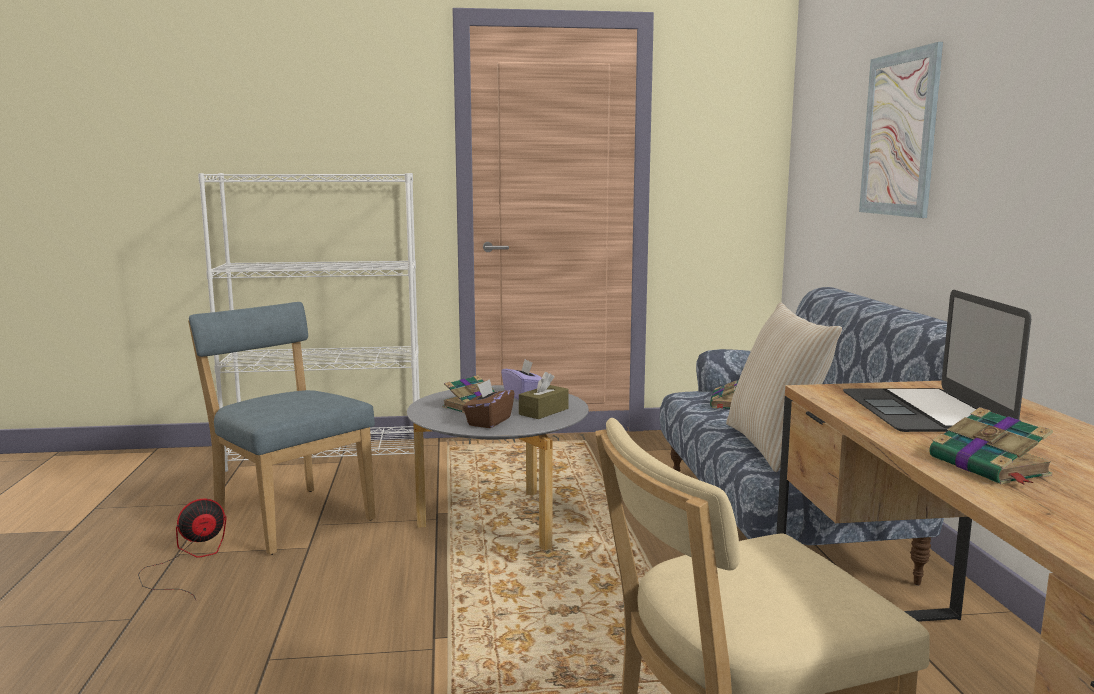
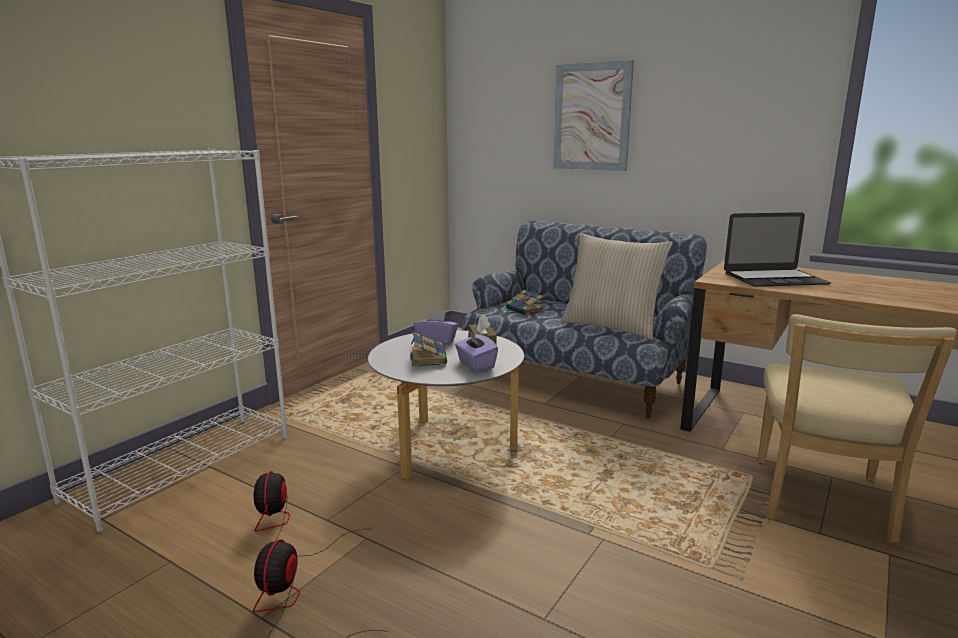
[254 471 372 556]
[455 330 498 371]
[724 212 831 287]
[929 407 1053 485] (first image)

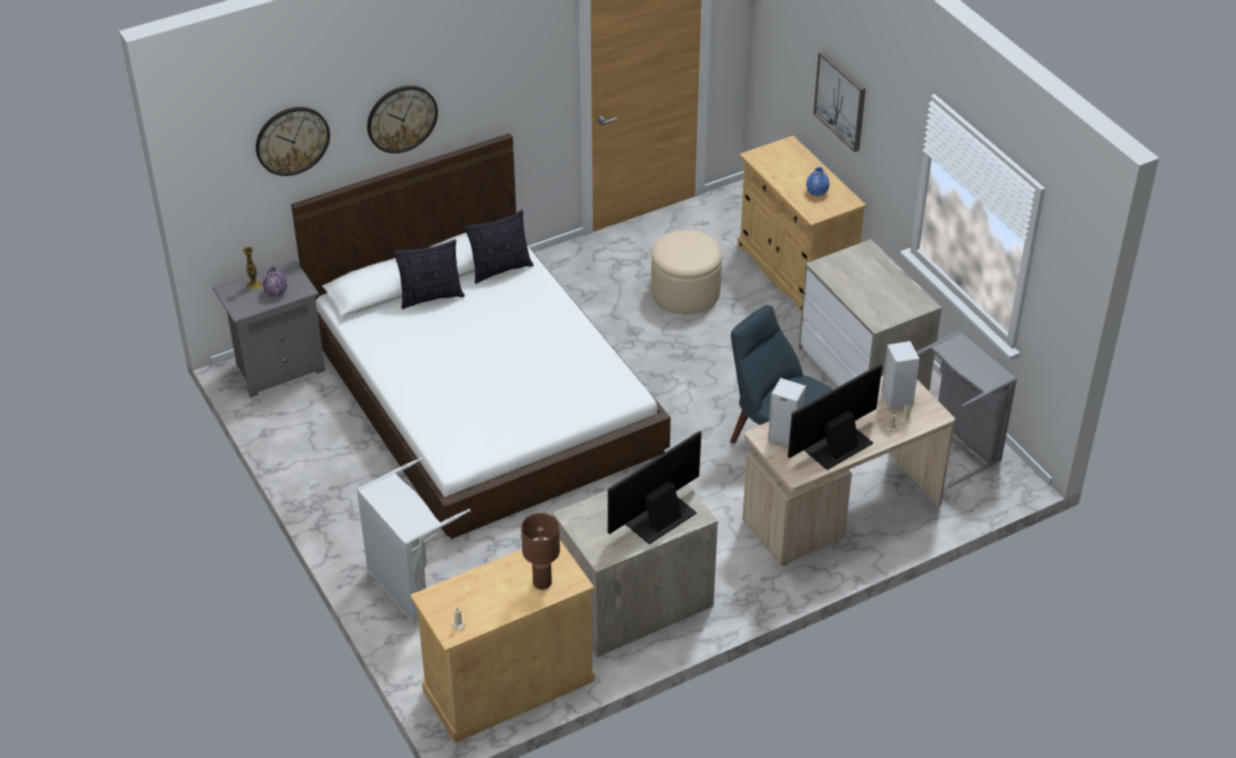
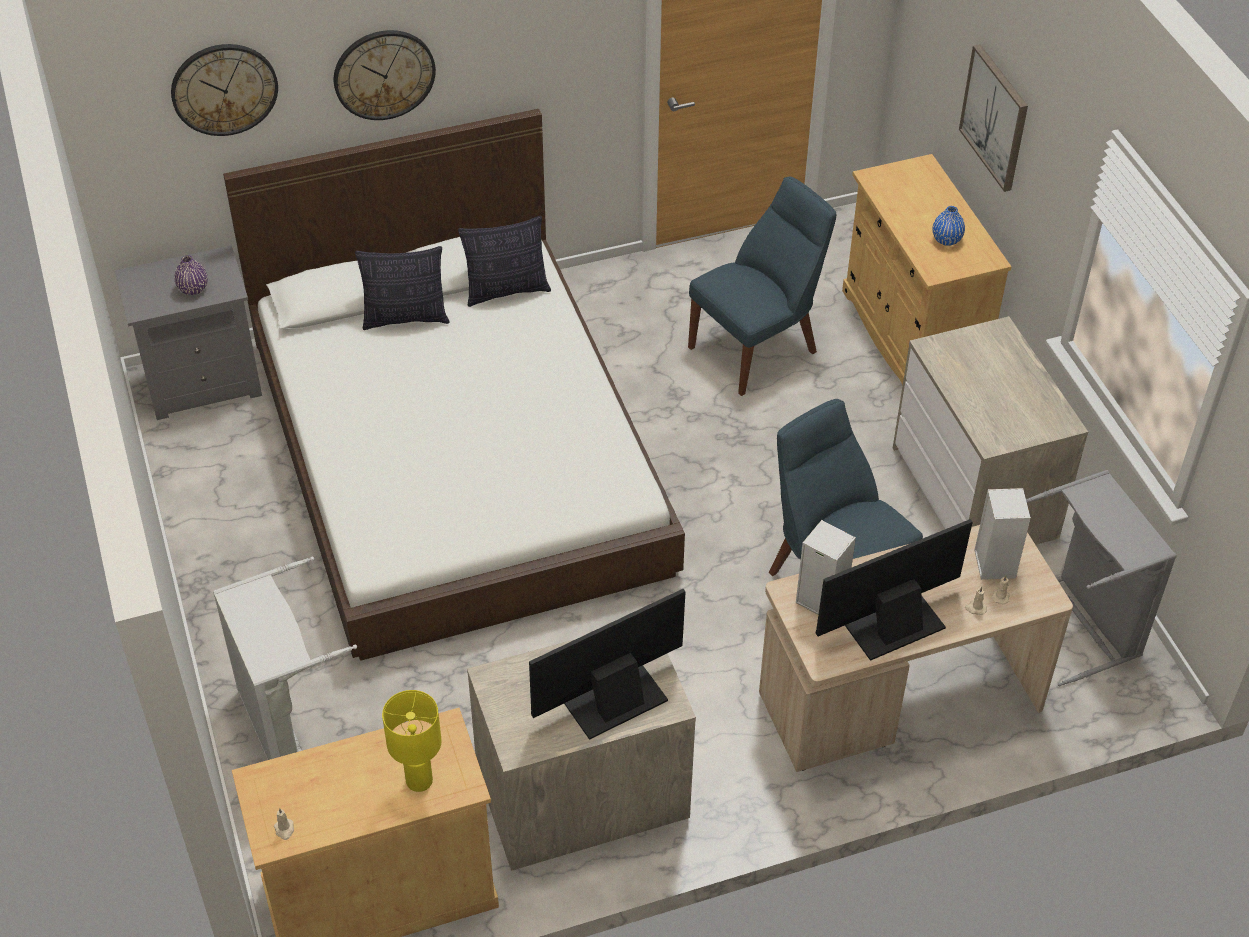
[242 246 262 290] (first image)
[382 690 442 792]
[688 176 836 396]

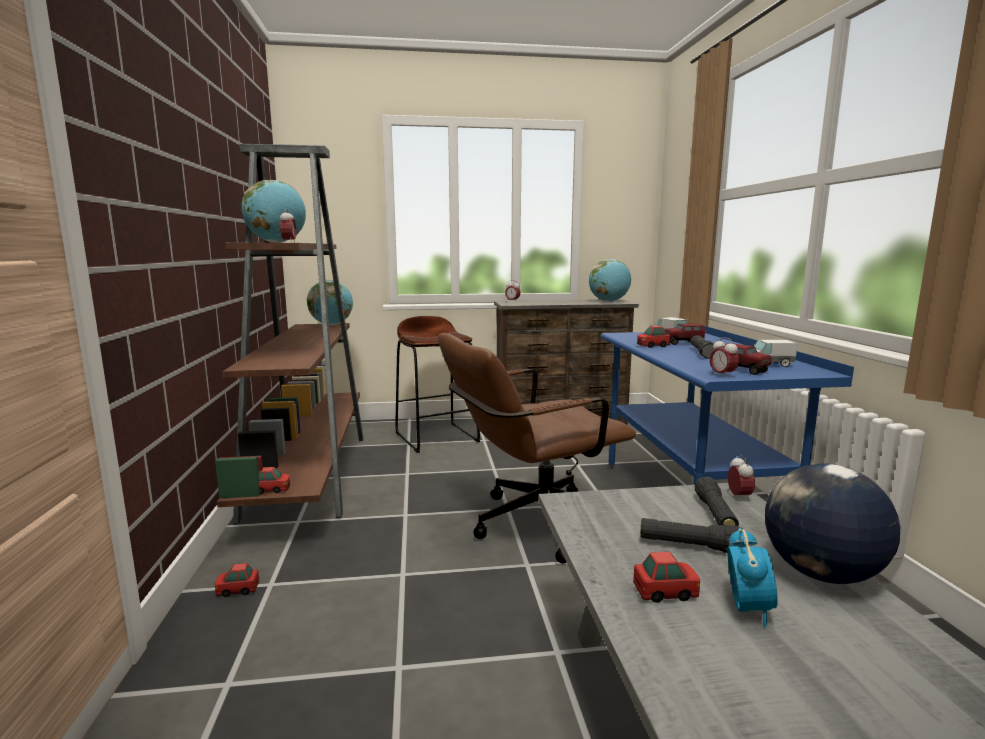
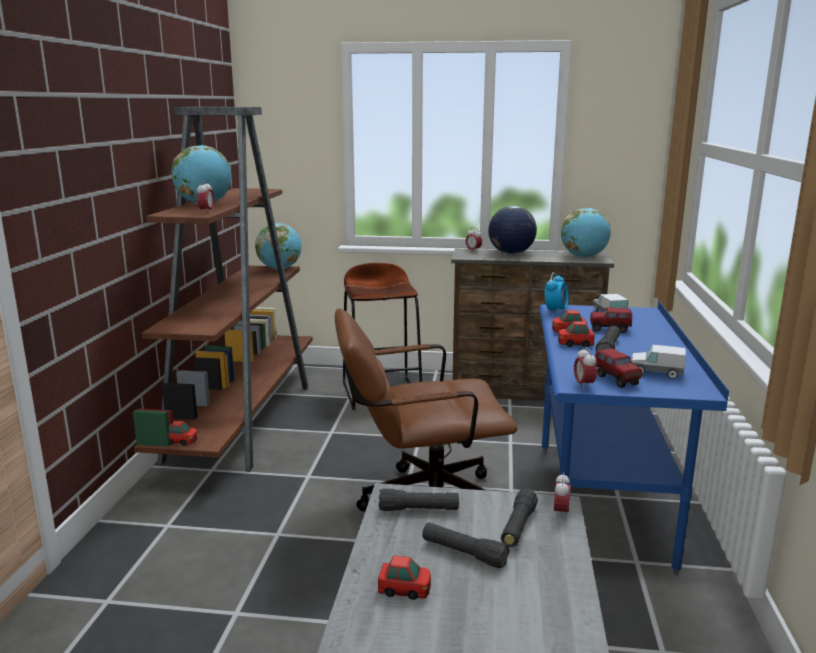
[558 321 595 348]
[545 272 569 315]
[488 206 537 254]
[379 489 459 511]

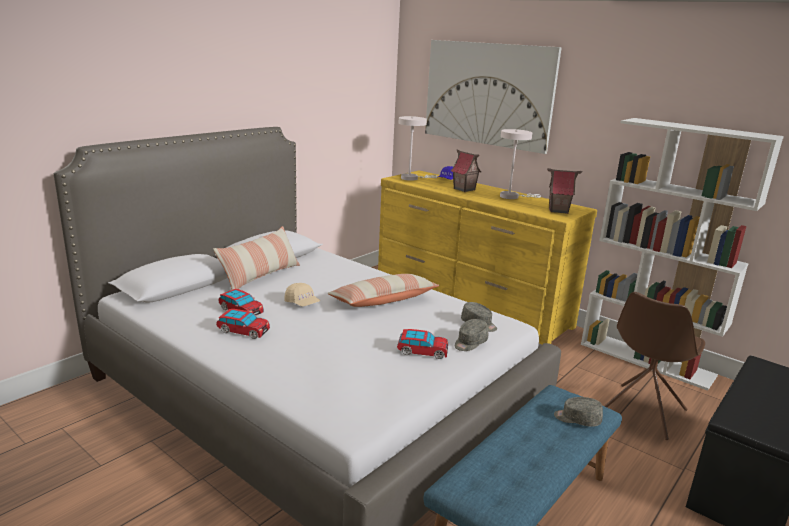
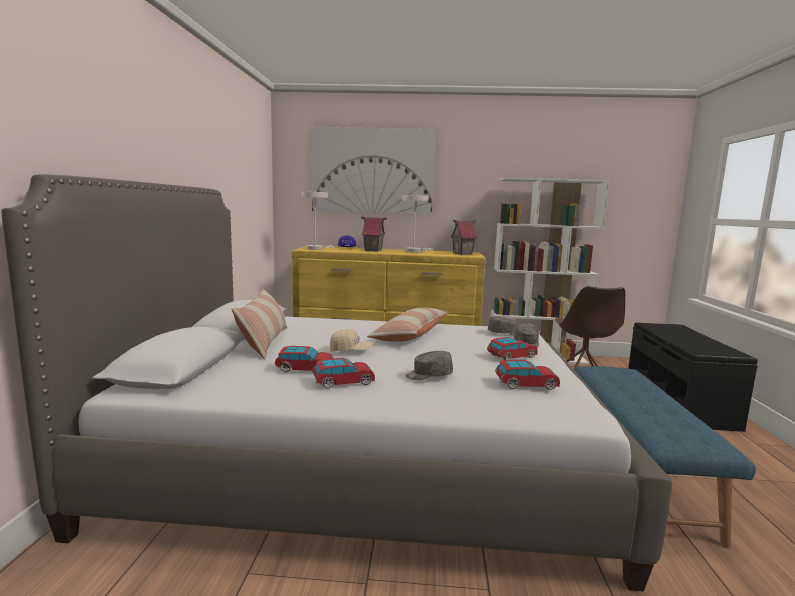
[405 351 453 380]
[495 360 560 390]

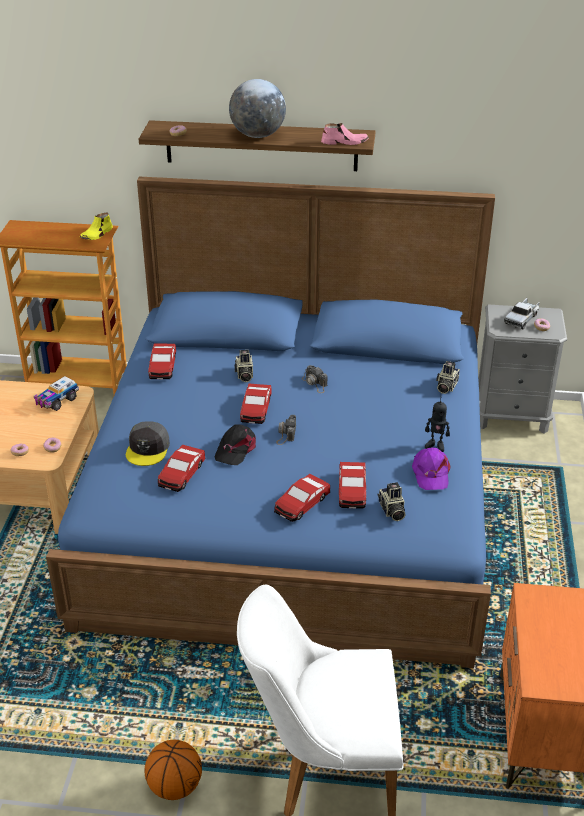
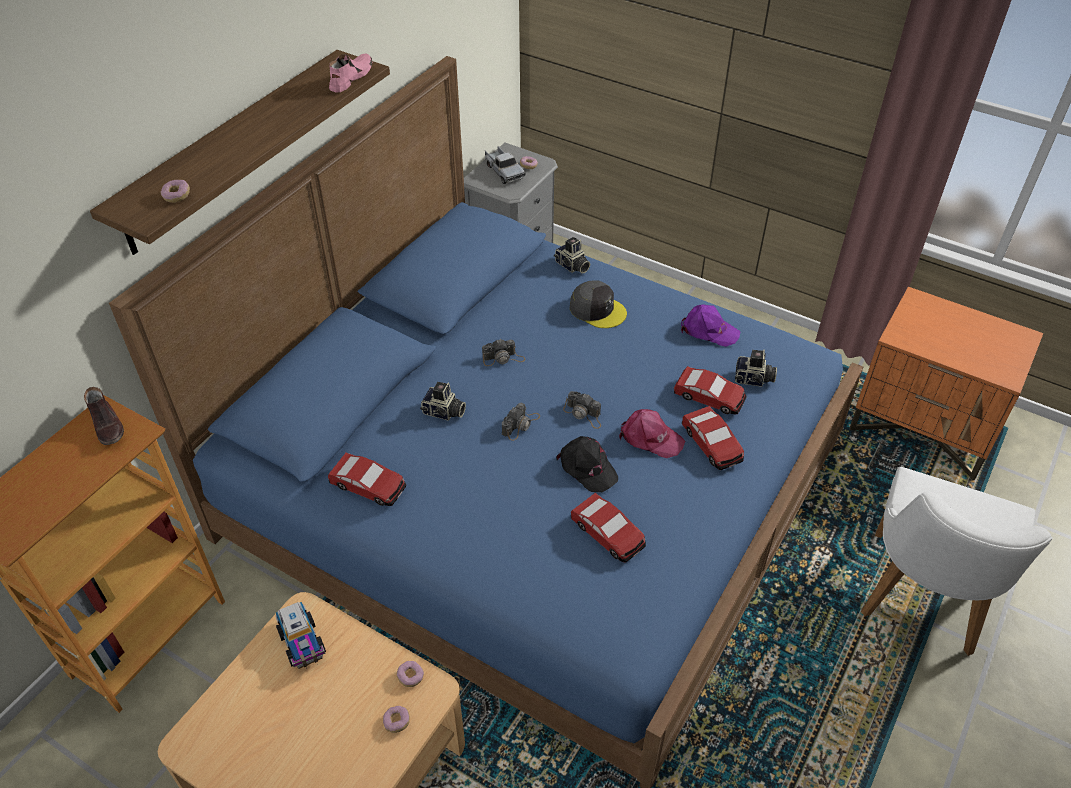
[84 387 124 445]
[570 280 627 328]
[144 740 202 800] (first image)
[229 79 286 138] (first image)
[502 403 540 441]
[425 400 450 452] (first image)
[619 409 685 458]

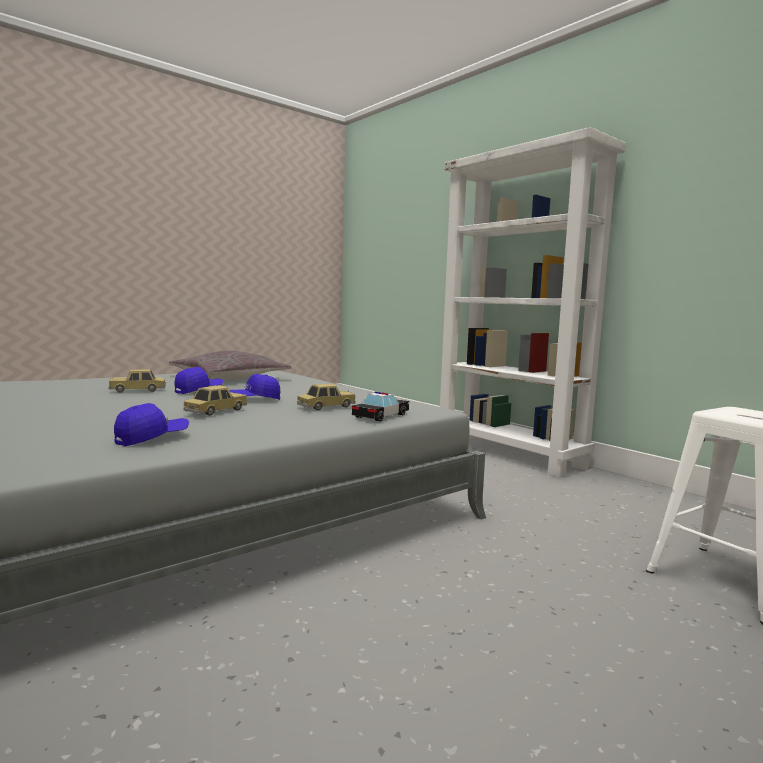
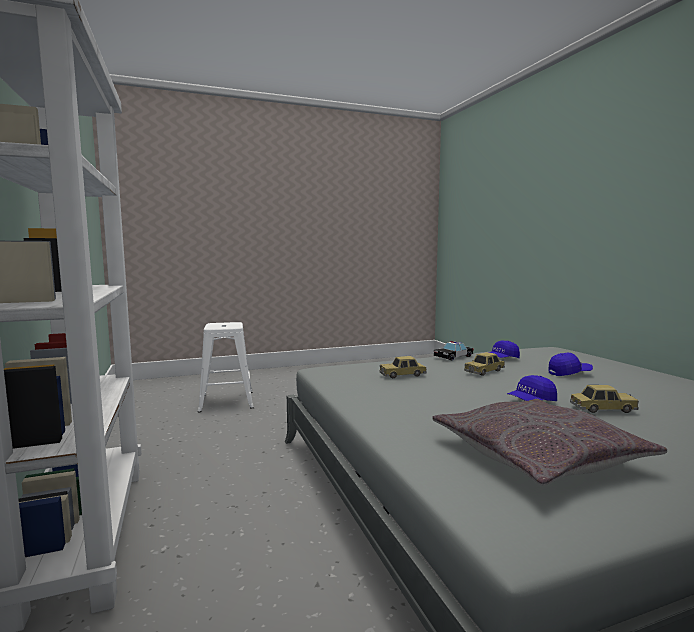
[549 353 593 376]
[434 341 474 360]

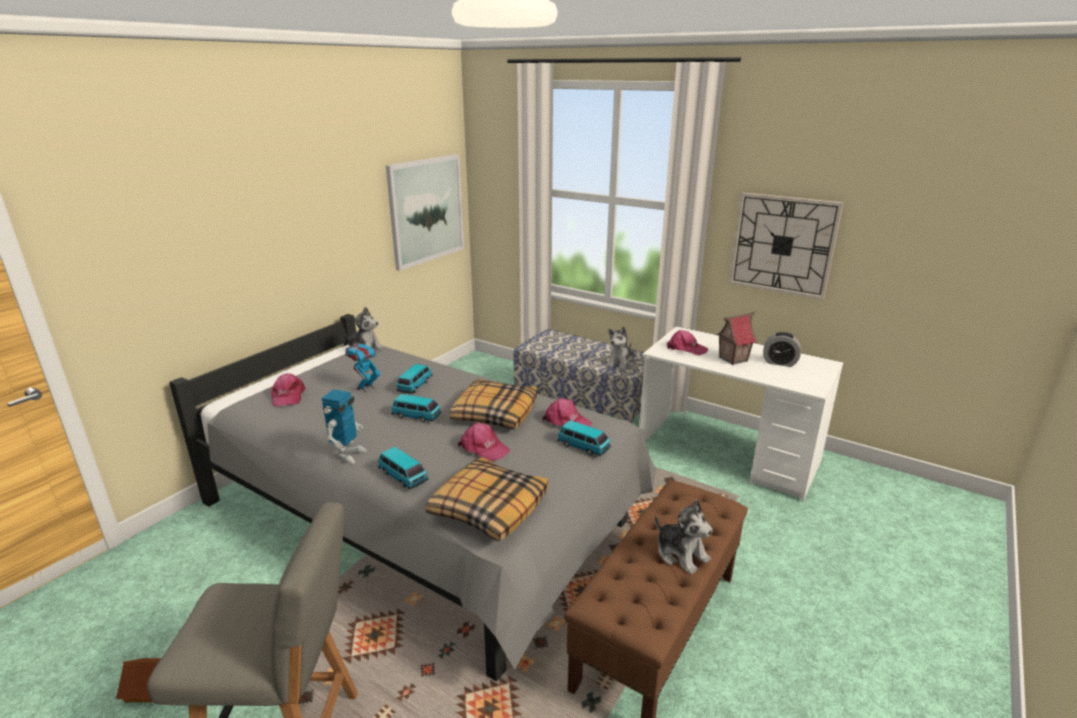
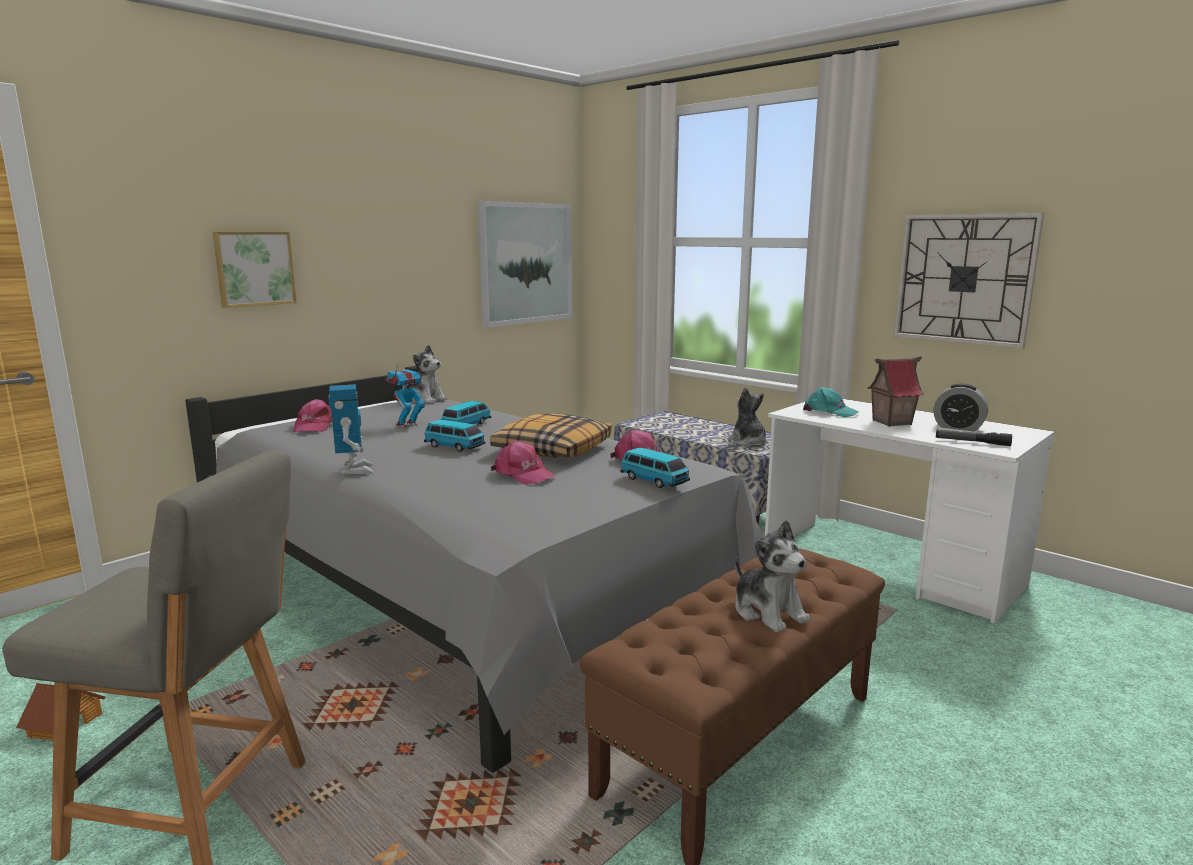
[329 384 374 475]
[378 447 428 490] (first image)
[426 457 548 542] (first image)
[729 387 767 446]
[803 387 859 418]
[213 232 297 308]
[936 429 1012 446]

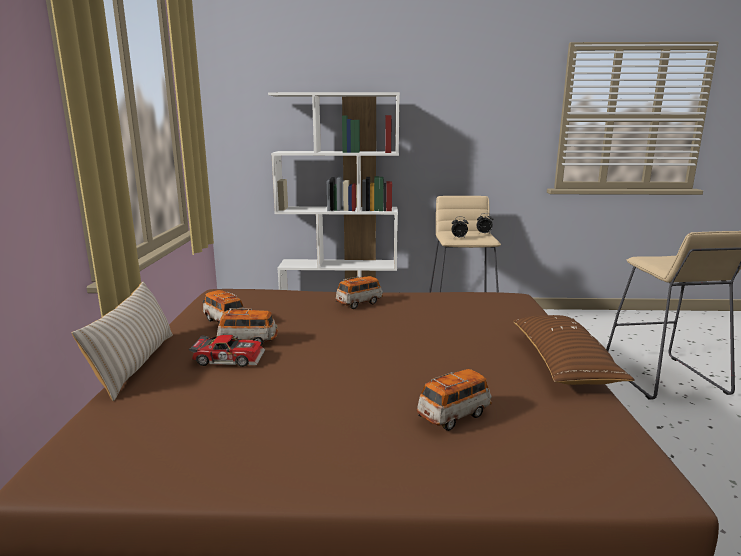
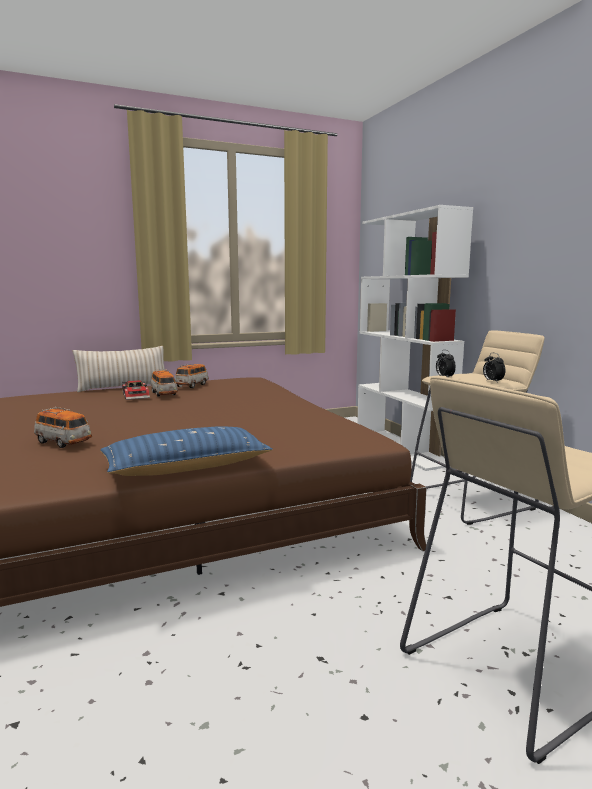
[335 276 383 309] (first image)
[100 426 273 476]

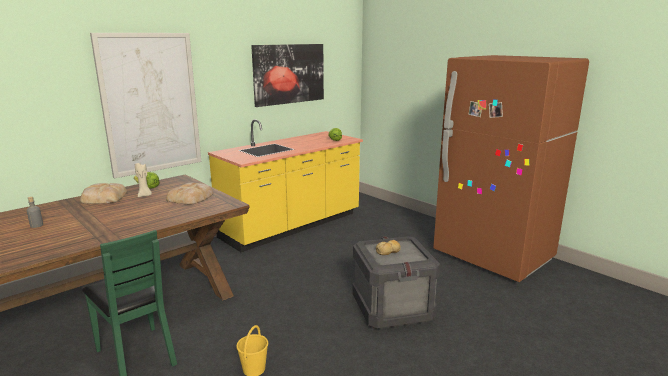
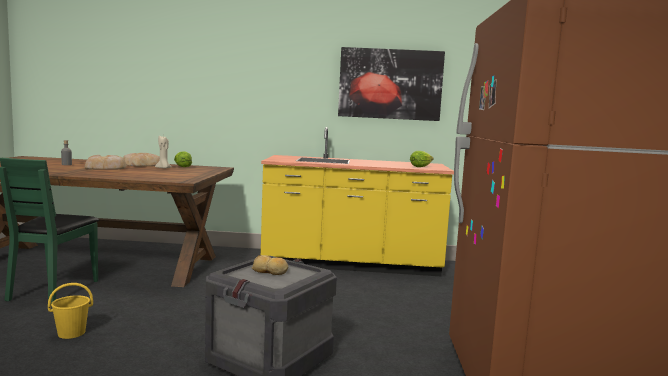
[90 33 201 178] (first image)
[85 155 127 170]

